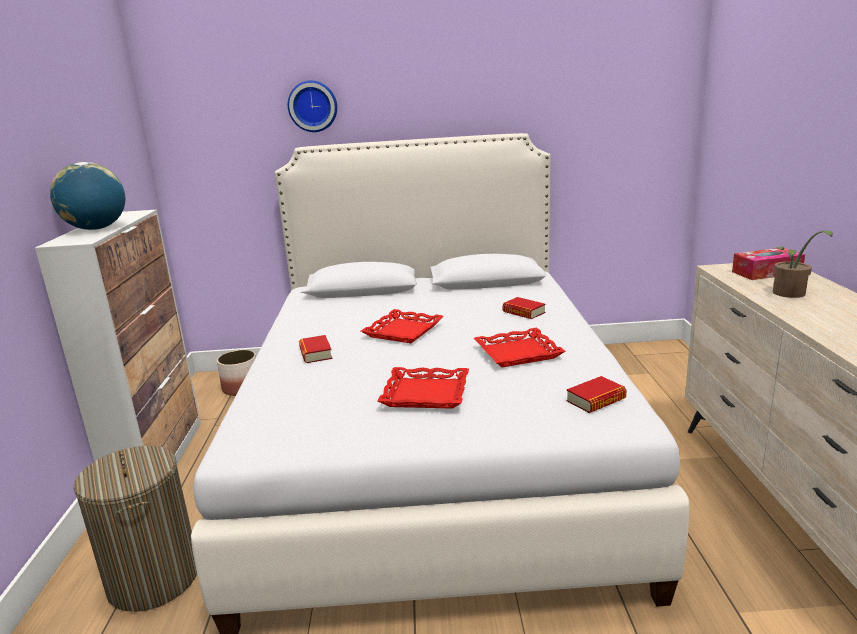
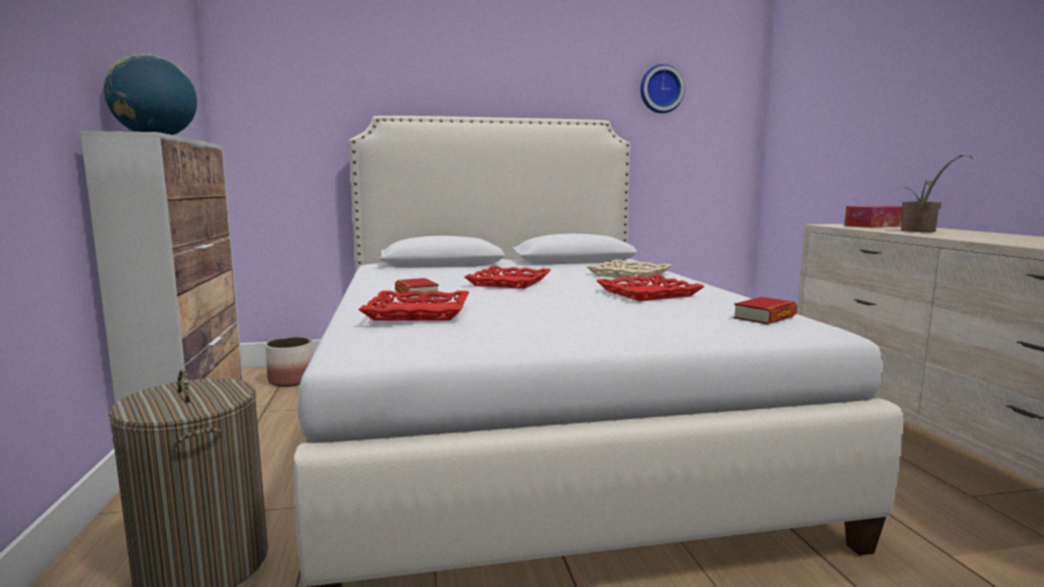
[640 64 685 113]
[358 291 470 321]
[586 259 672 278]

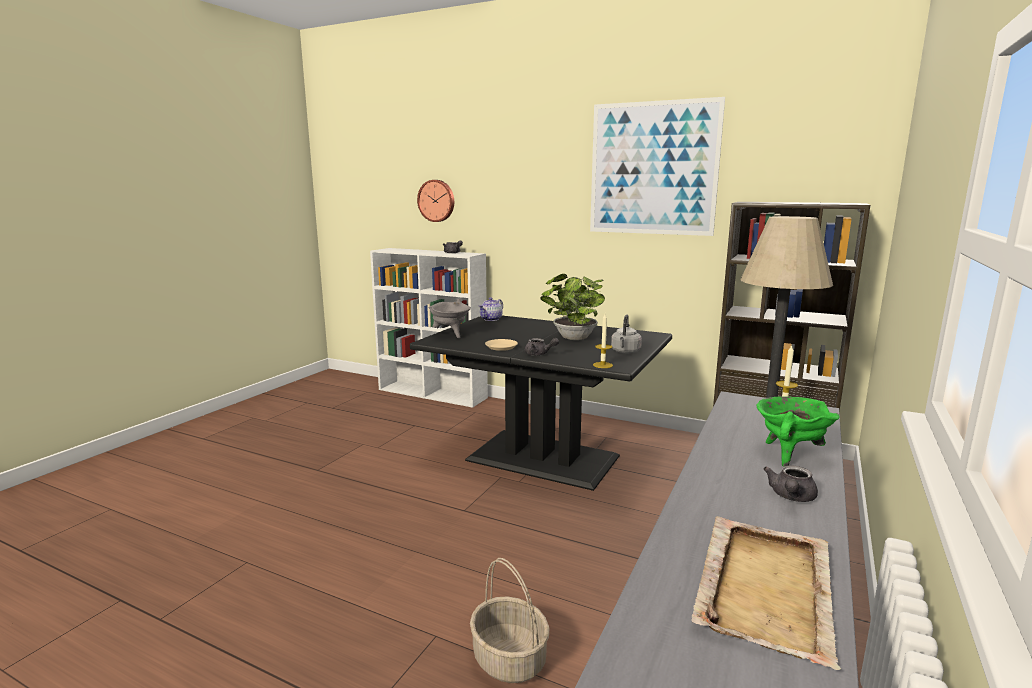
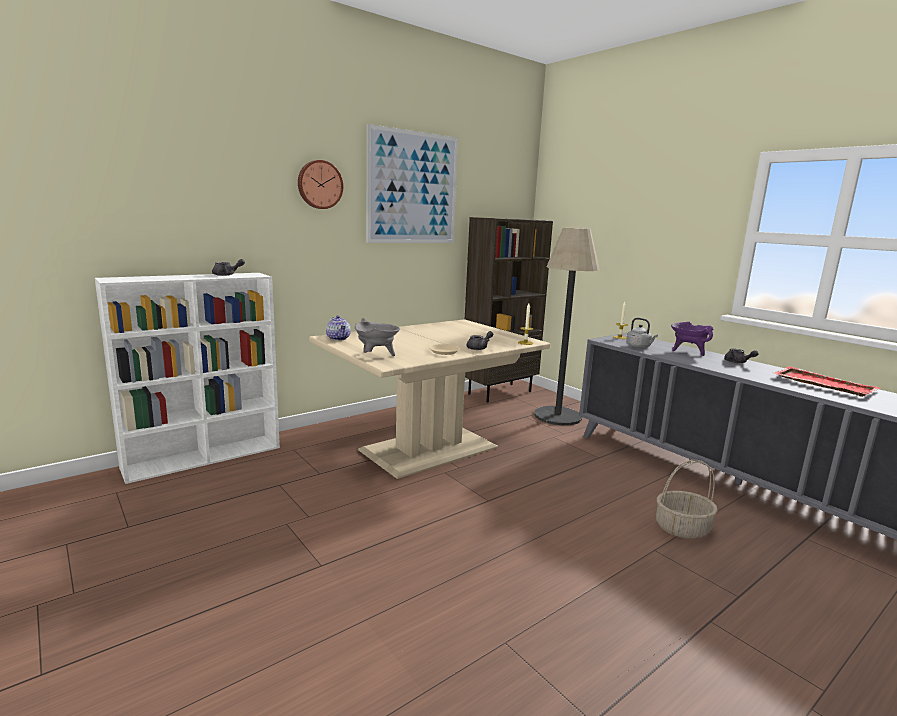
[309 319 551 479]
[298 160 343 209]
[540 274 605 340] (first image)
[626 318 658 348]
[772 366 881 397]
[671 322 714 356]

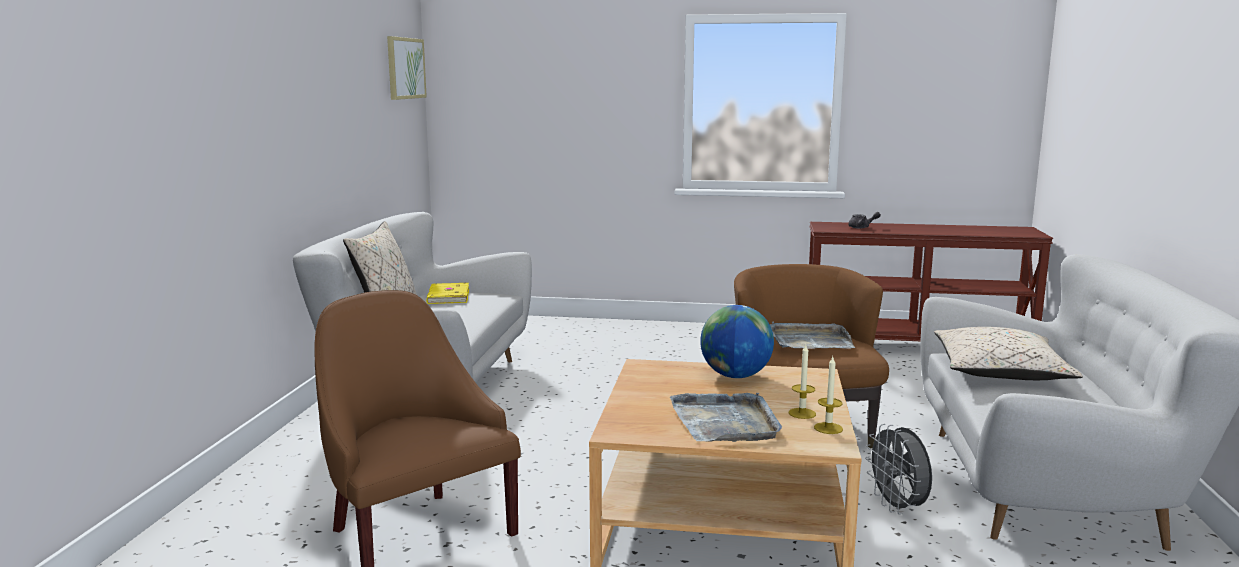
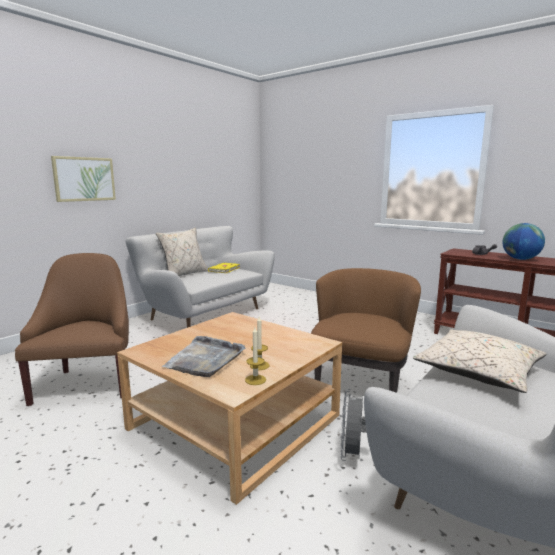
[51 156 116 202]
[502 223 545 260]
[770 322 855 349] (first image)

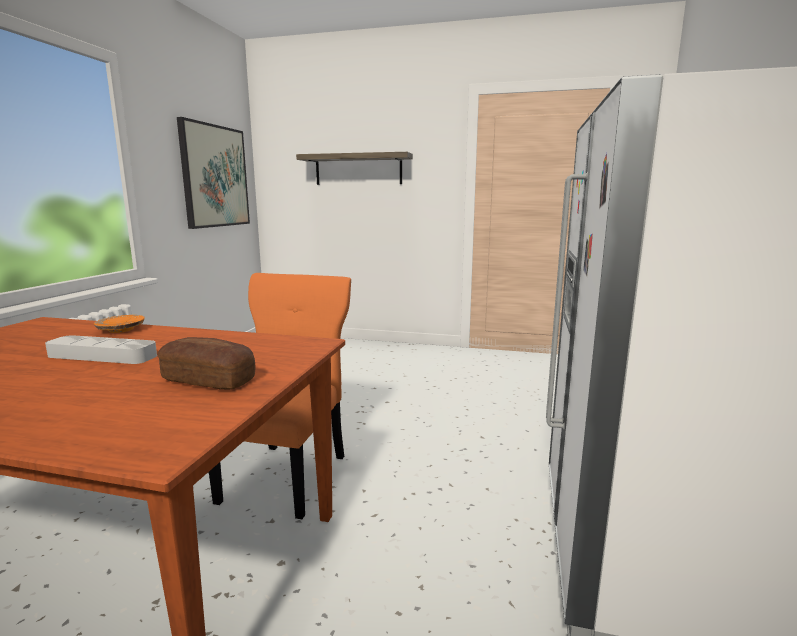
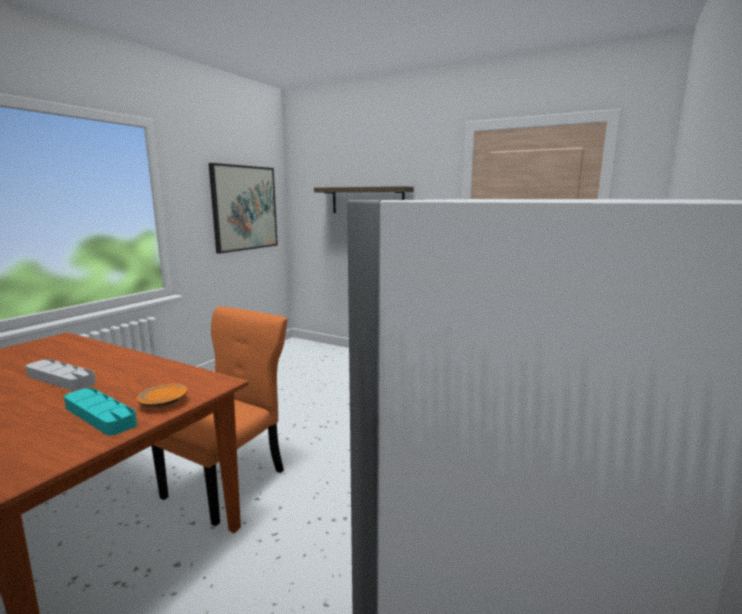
[136 384 187 408]
[64 388 137 436]

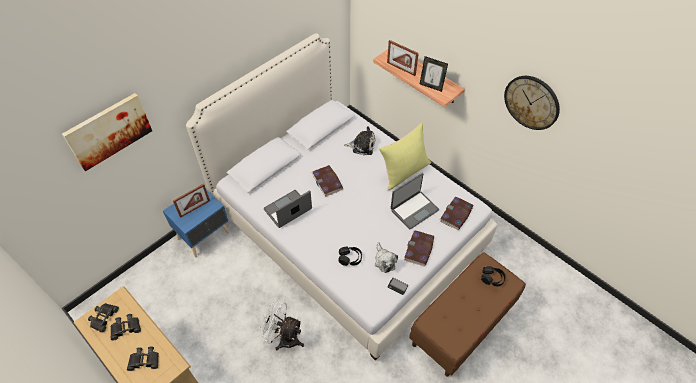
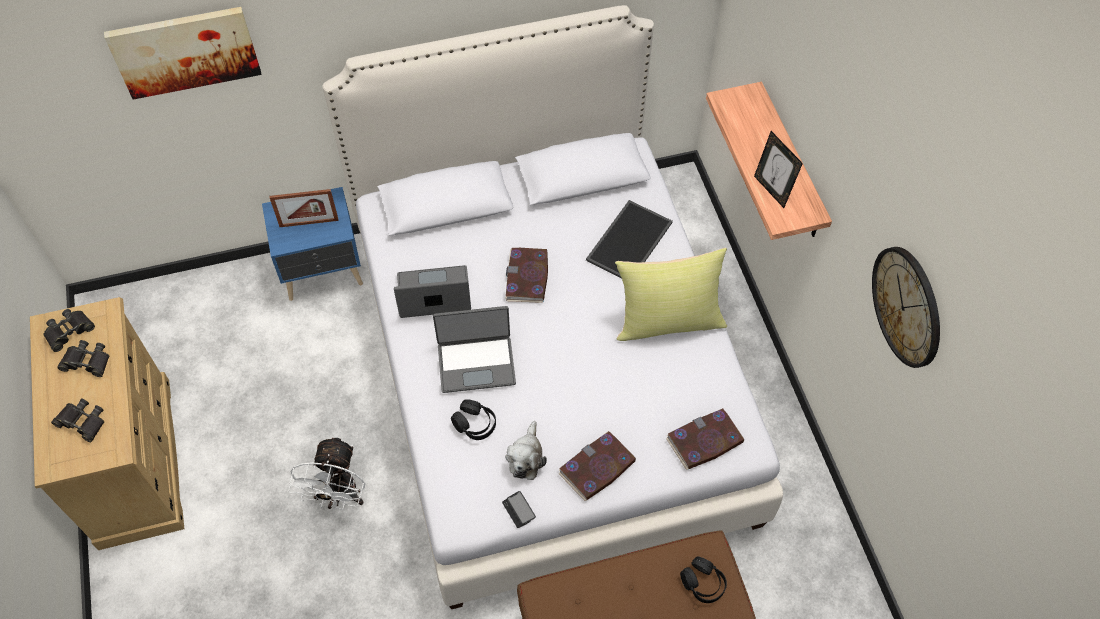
[289 436 365 510]
[586 200 673 278]
[387 40 419 76] (first image)
[433 306 516 393]

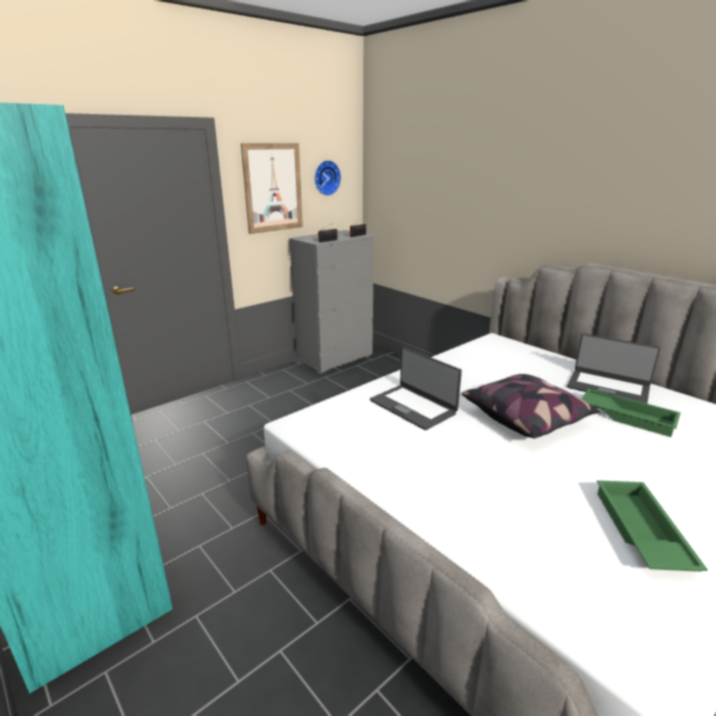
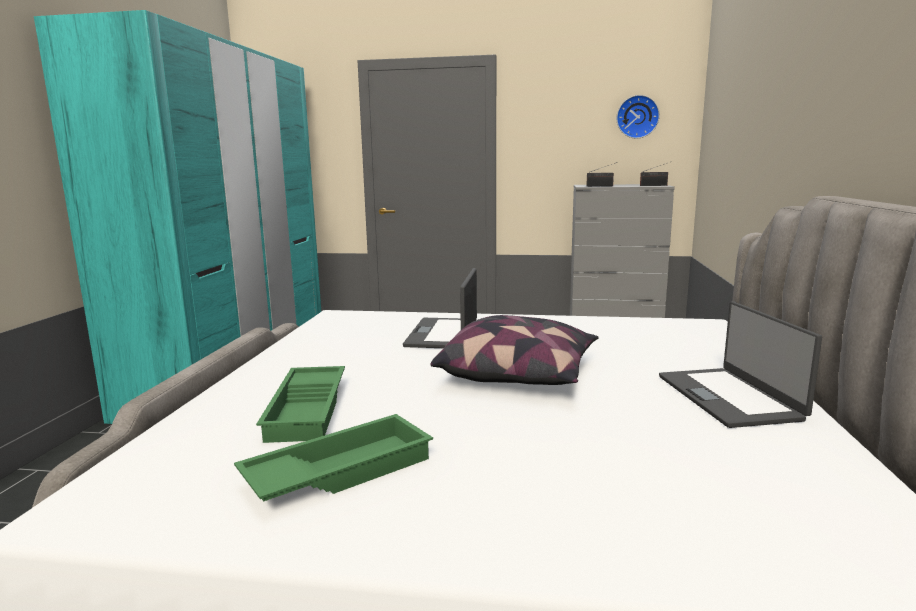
[241 143 303 234] (first image)
[256 366 345 443]

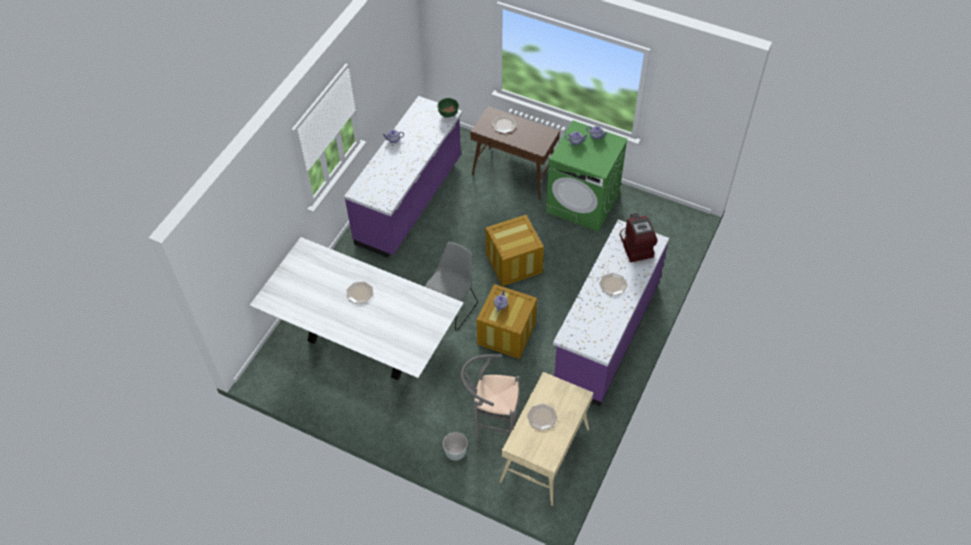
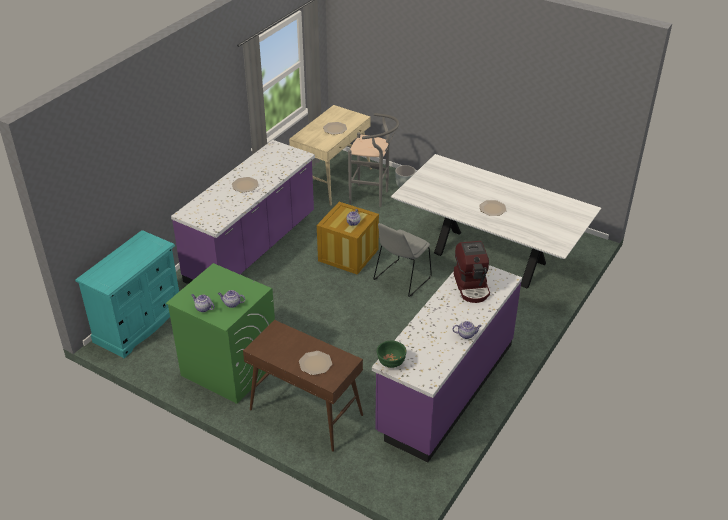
[486 215 544 286] (first image)
[454 241 490 303]
[75 230 179 358]

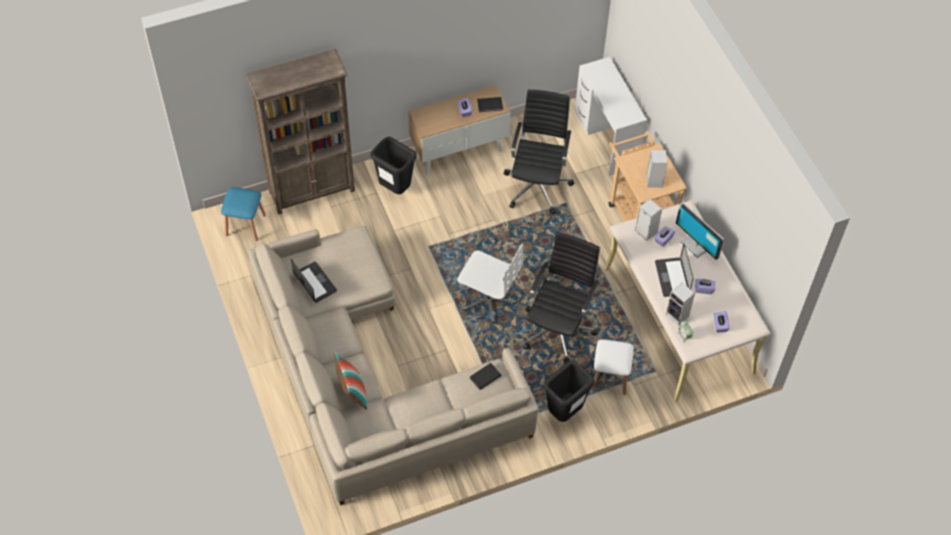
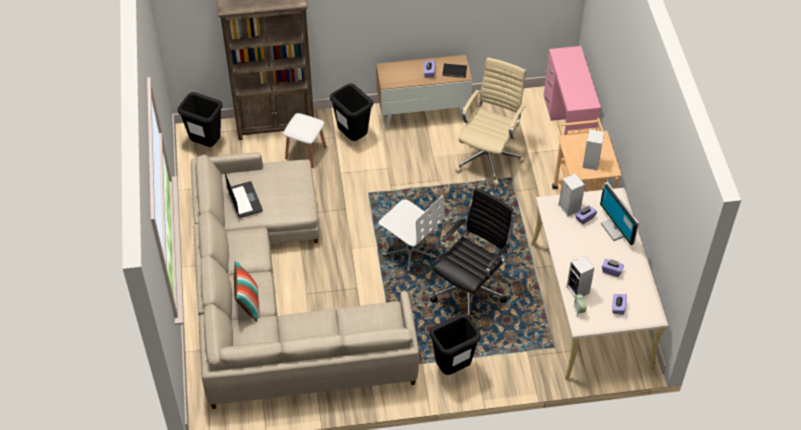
[178 92 222 147]
[470 363 501 390] (first image)
[456 57 526 186]
[544 46 601 158]
[283 113 326 168]
[655 243 694 297] (first image)

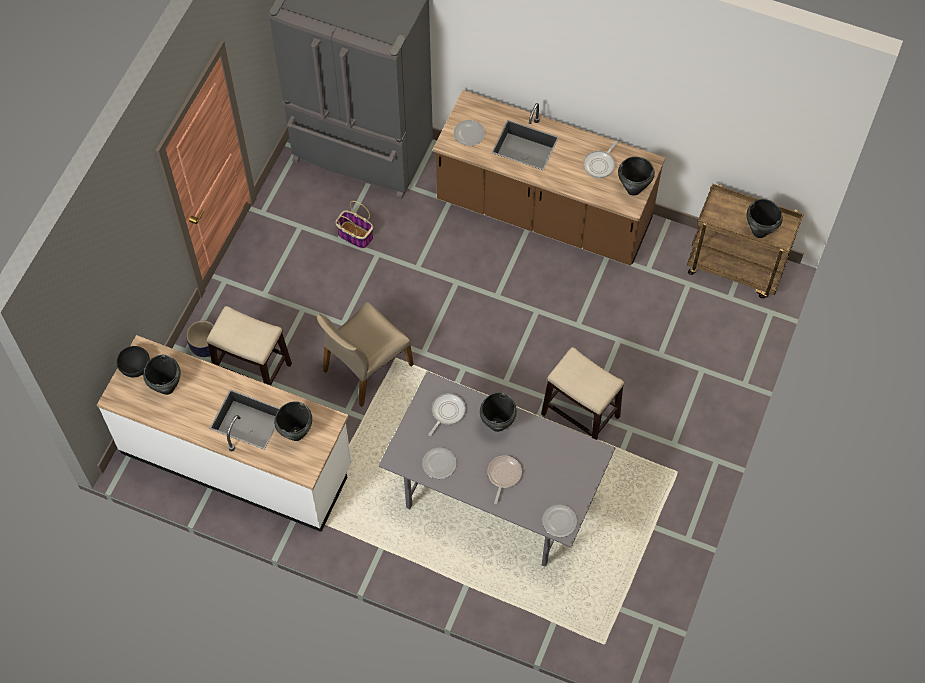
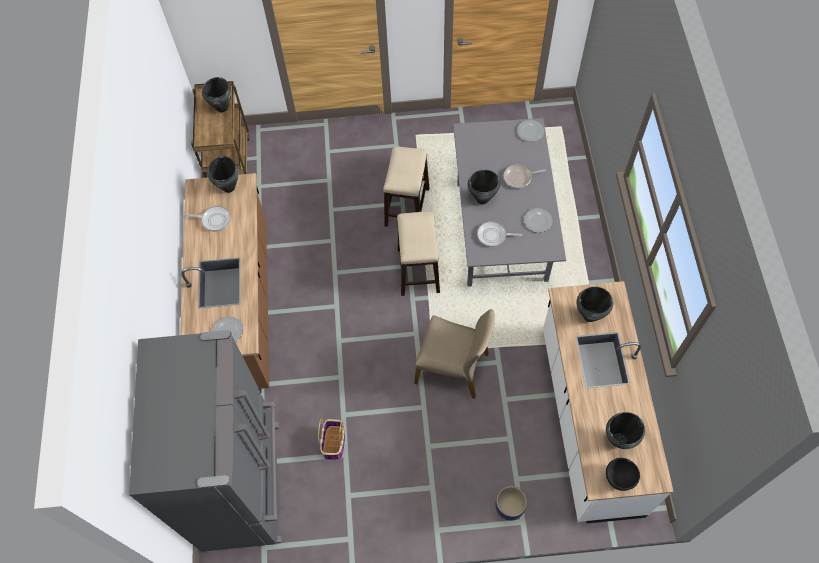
[397 211 440 296]

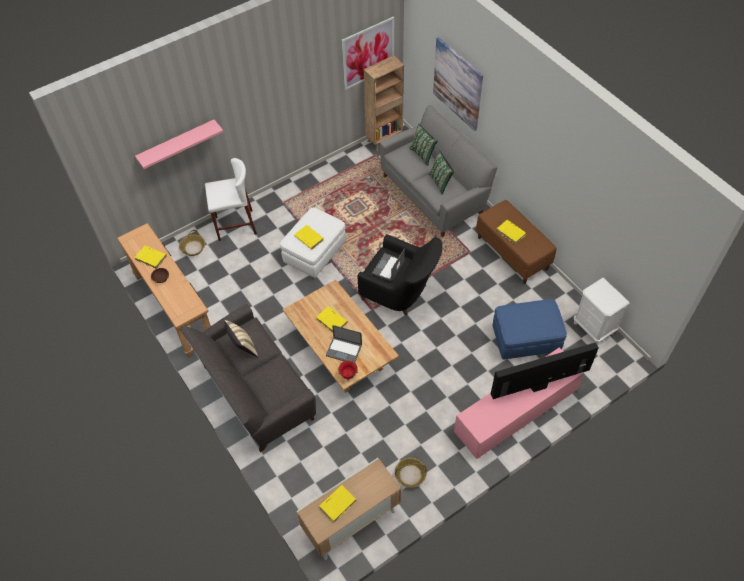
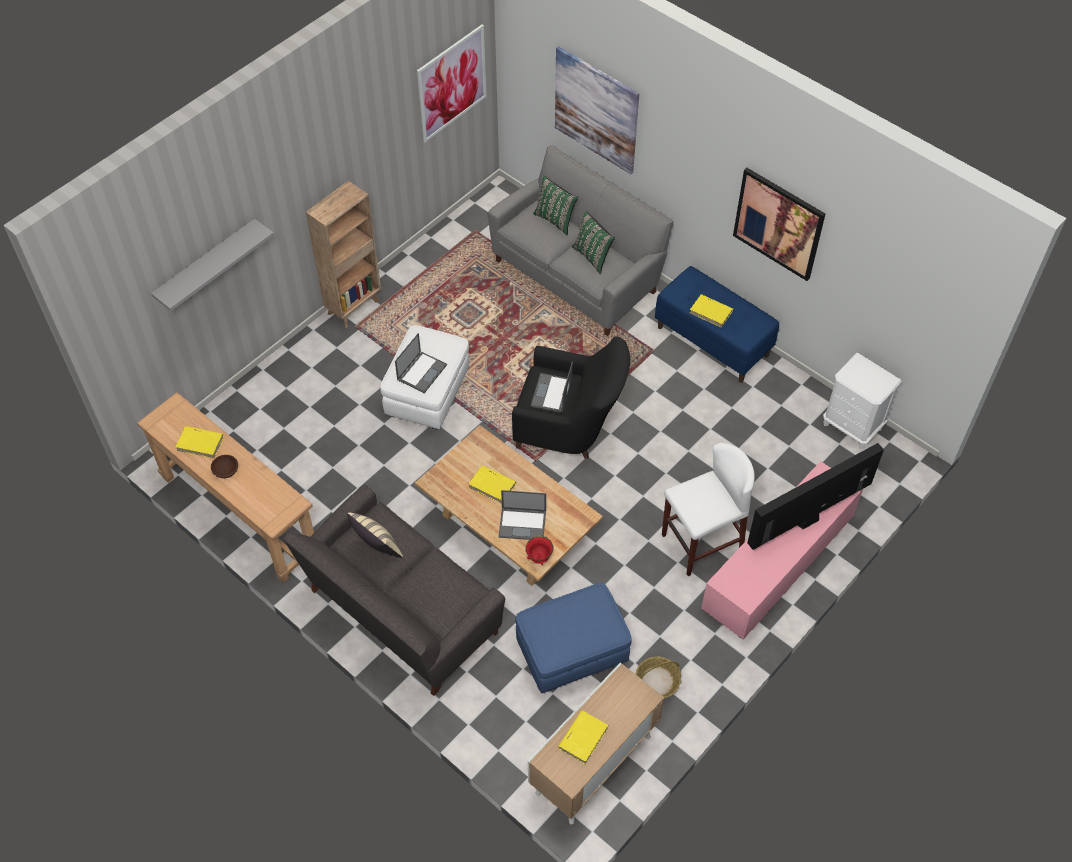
[151 219 274 311]
[179 230 205 256] (first image)
[662 443 755 576]
[395 333 447 393]
[306 181 381 328]
[655 266 779 383]
[515 583 632 693]
[733 168 825 281]

